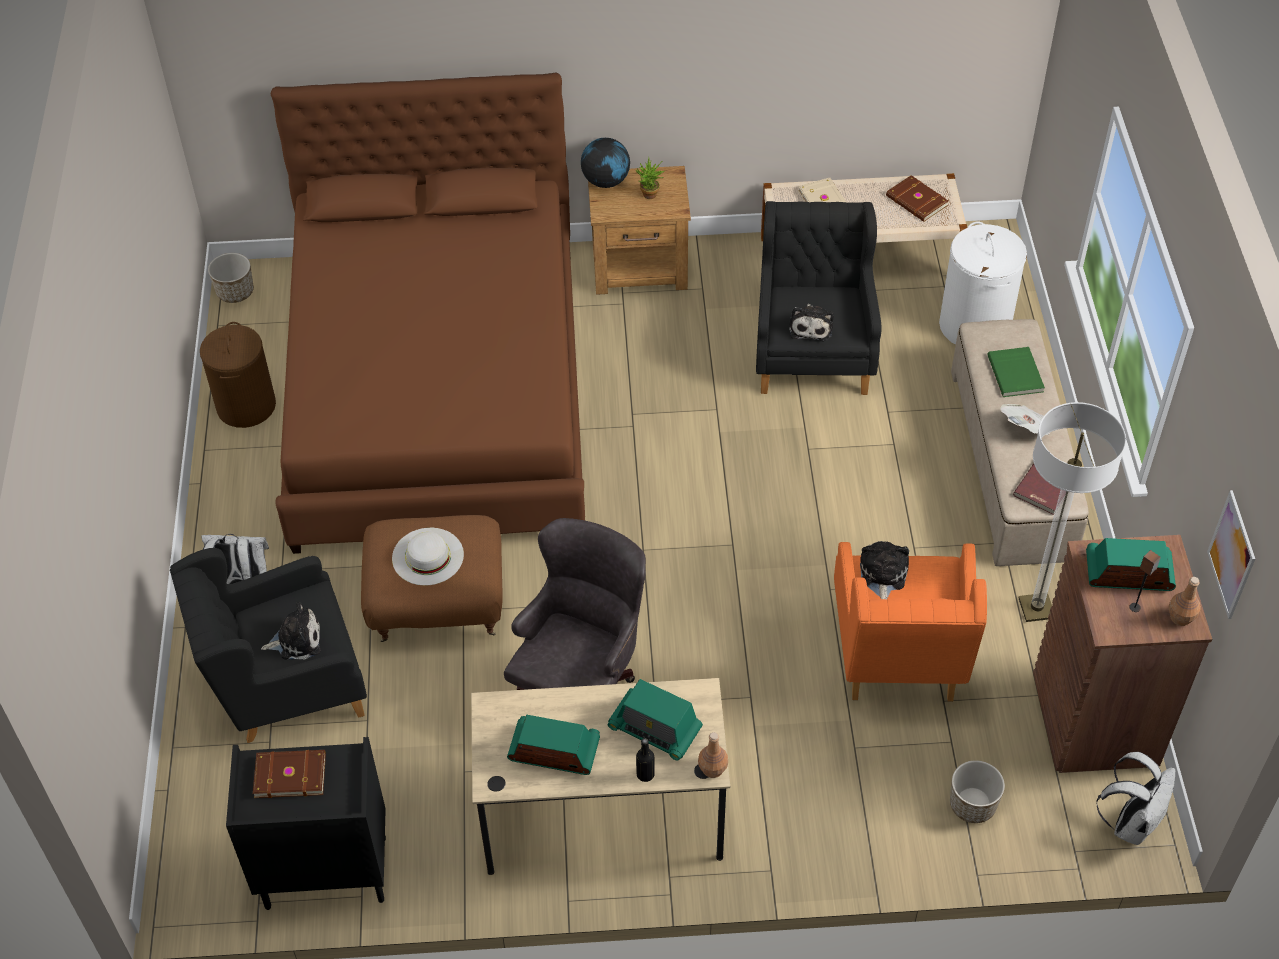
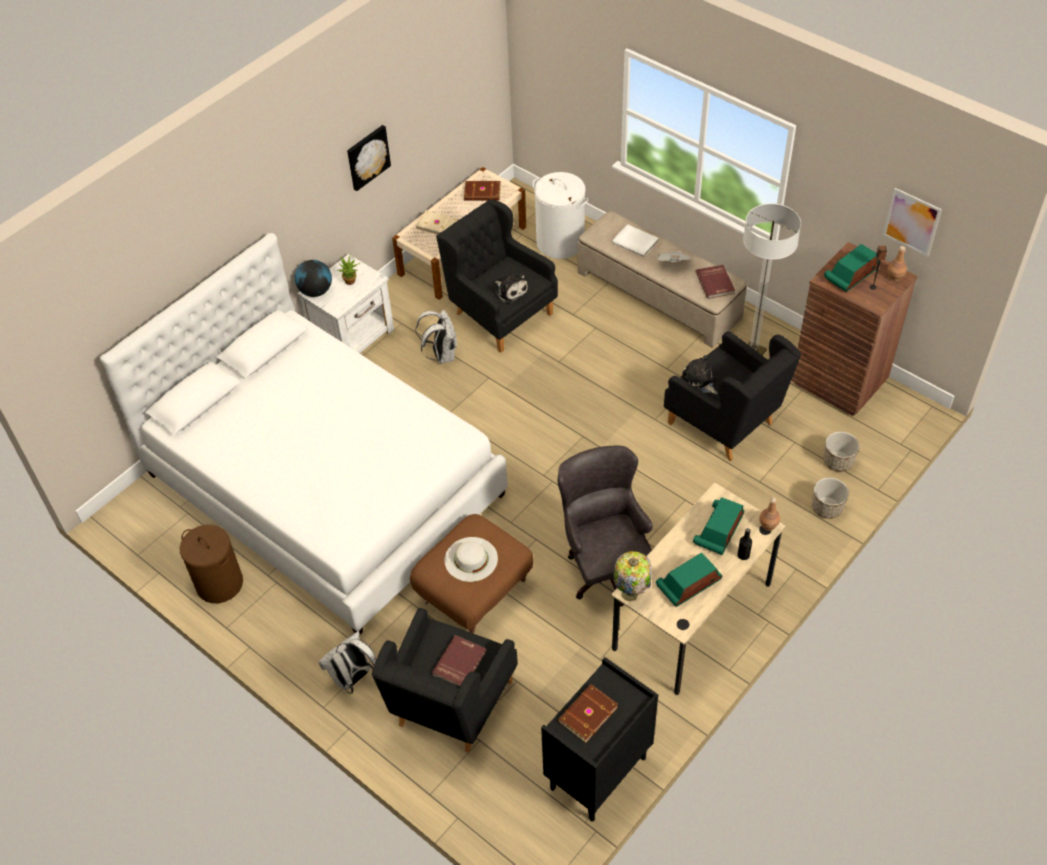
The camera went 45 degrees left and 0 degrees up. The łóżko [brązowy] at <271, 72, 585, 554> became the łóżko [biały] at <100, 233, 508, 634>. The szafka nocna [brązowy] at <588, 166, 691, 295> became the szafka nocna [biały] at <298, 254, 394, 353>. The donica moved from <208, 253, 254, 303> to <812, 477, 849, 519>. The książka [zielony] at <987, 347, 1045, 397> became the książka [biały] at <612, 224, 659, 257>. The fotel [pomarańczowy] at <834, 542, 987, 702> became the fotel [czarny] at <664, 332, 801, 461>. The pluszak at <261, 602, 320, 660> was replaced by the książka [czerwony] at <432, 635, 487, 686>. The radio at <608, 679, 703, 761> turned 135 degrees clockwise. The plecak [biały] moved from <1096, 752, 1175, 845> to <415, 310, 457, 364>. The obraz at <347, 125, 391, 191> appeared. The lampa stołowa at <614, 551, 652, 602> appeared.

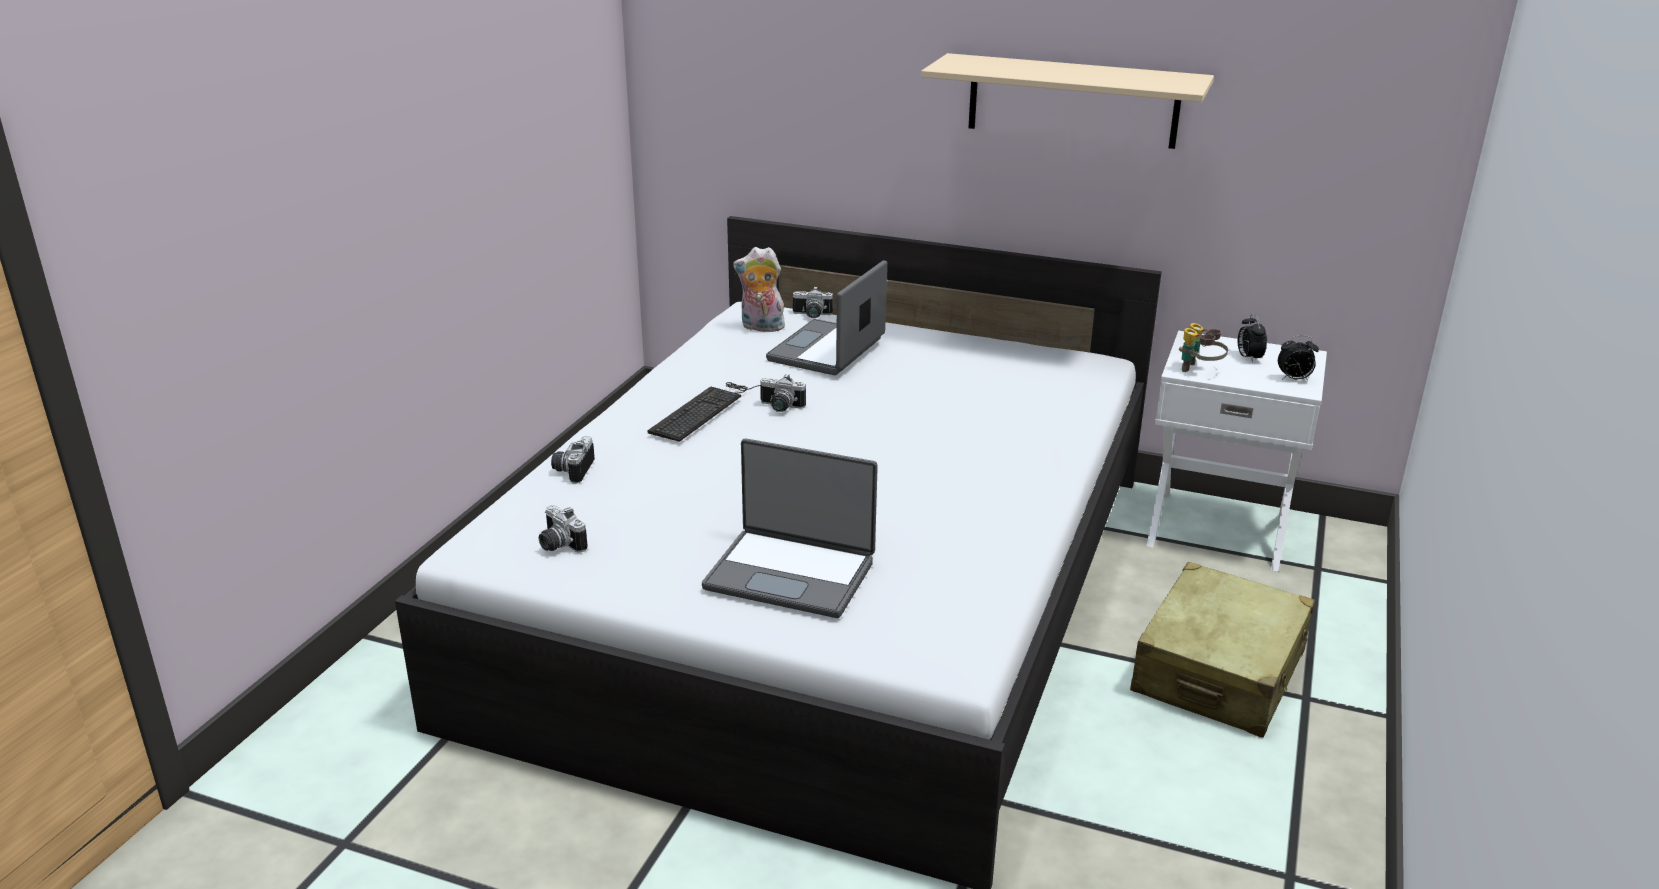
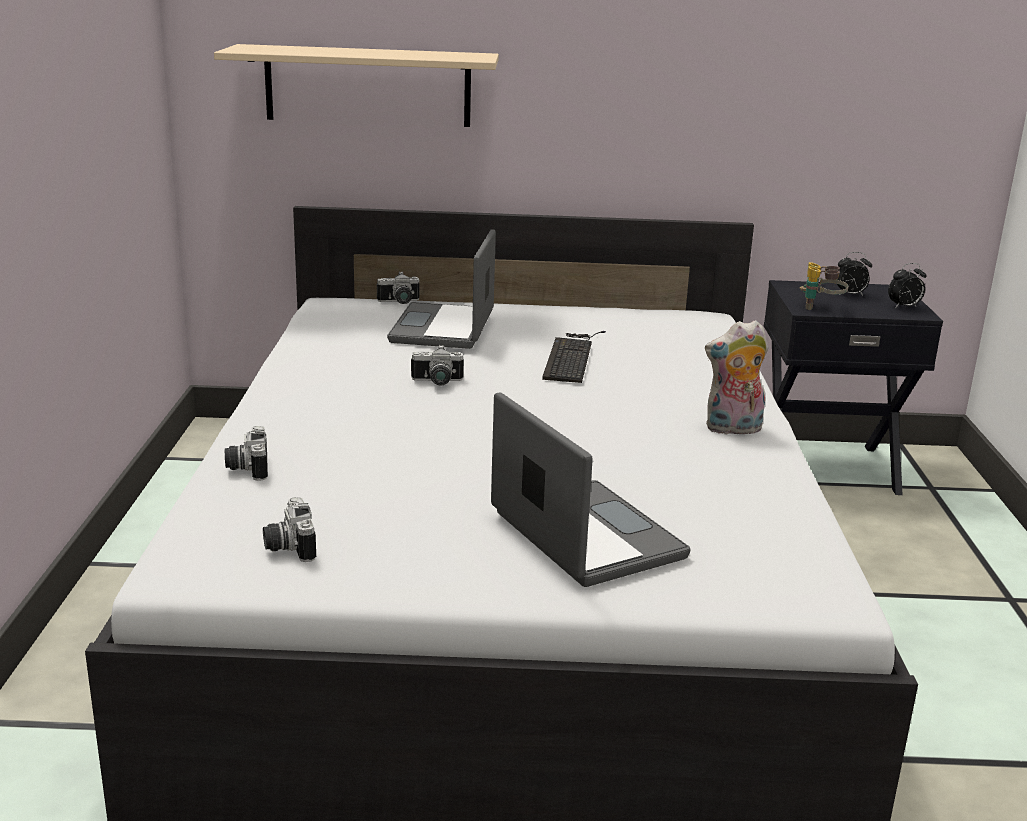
The camera went 20 degrees left and 5 degrees down. The półka [beżowy] moved from <921, 53, 1214, 149> to <214, 44, 499, 127>. The pluszak moved from <733, 247, 787, 332> to <705, 320, 768, 435>. The budzik at <1238, 313, 1267, 363> turned 60 degrees counterclockwise. The szafka nocna [biały] at <1147, 331, 1327, 572> became the szafka nocna [czarny] at <764, 280, 943, 495>. The klawiatura moved from <648, 382, 760, 442> to <542, 331, 606, 383>. The laptop at <702, 438, 878, 618> turned 120 degrees counterclockwise. The aparat fotograficzny at <539, 505, 588, 553> turned 45 degrees clockwise. The walizka [beżowy] at <1130, 562, 1315, 738> disappeared.

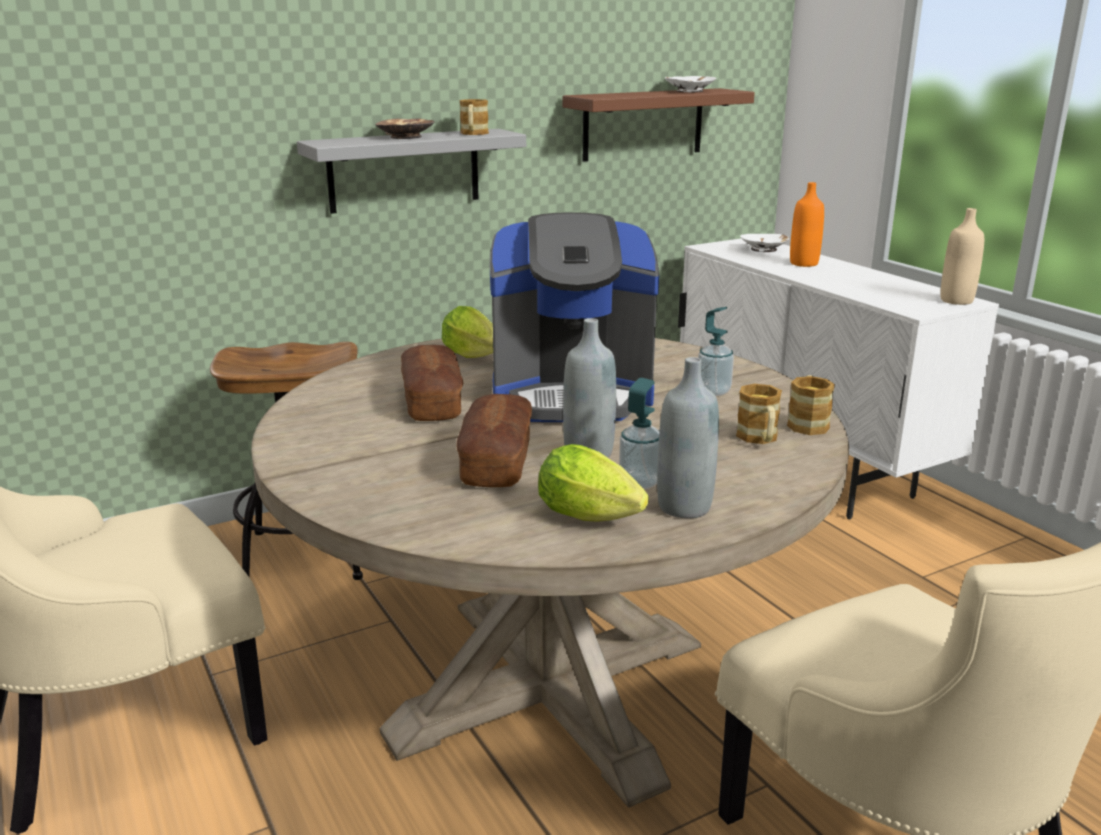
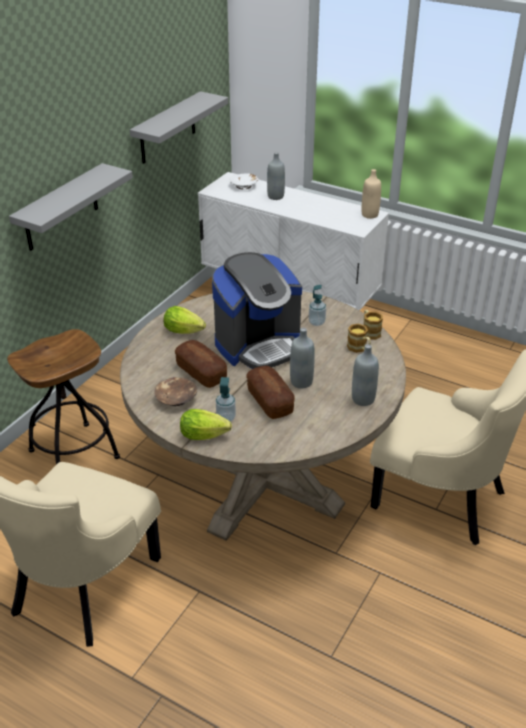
The camera went 30 degrees left and 15 degrees up. The miska [biały] at <665, 76, 716, 92> disappeared. The półka [brązowy] at <562, 88, 755, 162> became the półka [szary] at <130, 91, 228, 164>. The kubek at <459, 99, 489, 135> disappeared. The miska [brązowy] moved from <375, 119, 435, 139> to <154, 377, 197, 406>. The butelka [pomarańczowy] at <790, 182, 824, 267> became the butelka [szary] at <267, 152, 285, 200>. The dozownik mydła moved from <619, 378, 659, 489> to <216, 377, 236, 422>. The sałata moved from <538, 444, 649, 522> to <180, 409, 232, 440>.

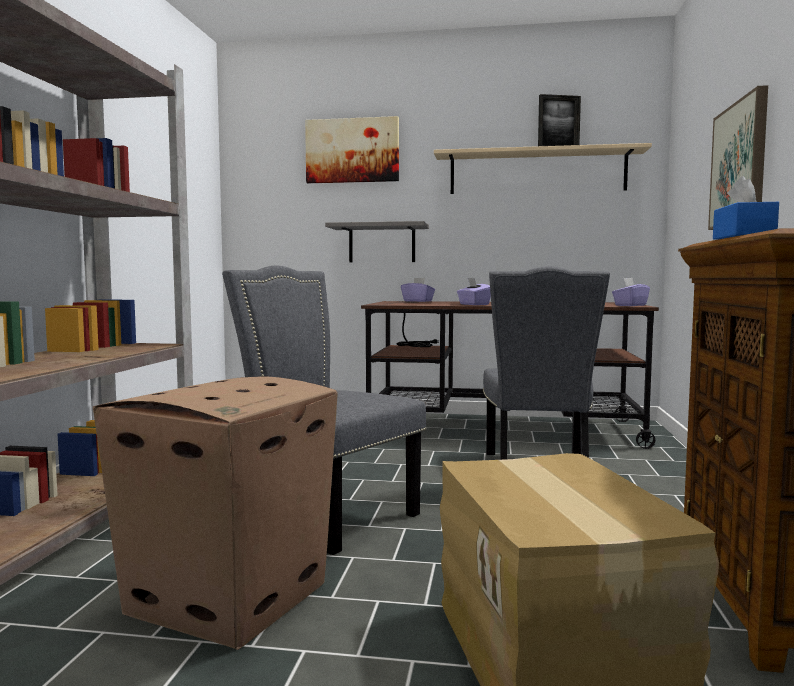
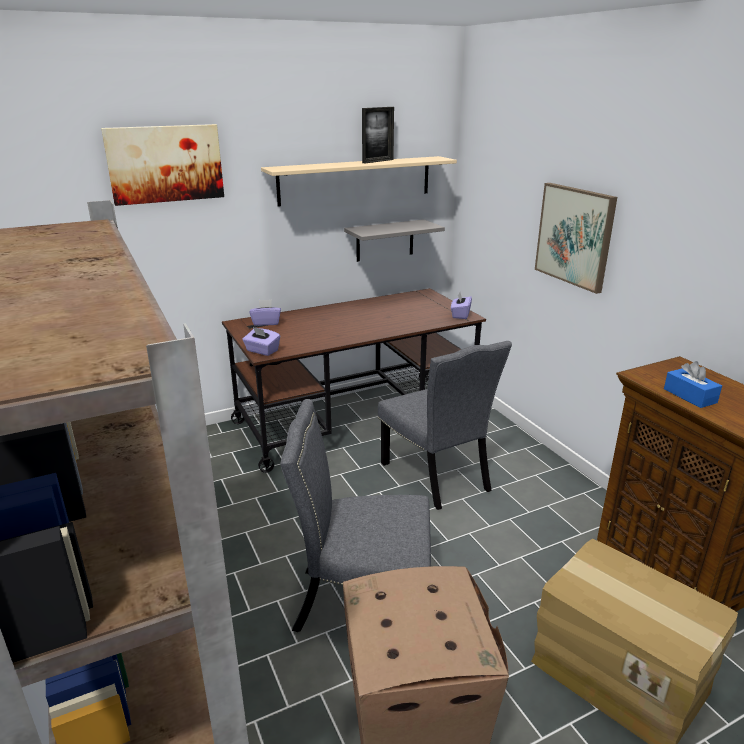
The camera went 35 degrees left and 20 degrees up. The półka [szary] moved from <325, 221, 429, 262> to <344, 219, 445, 262>. The pudełko chusteczek [fioletowy] moved from <457, 278, 491, 305> to <242, 327, 280, 356>.

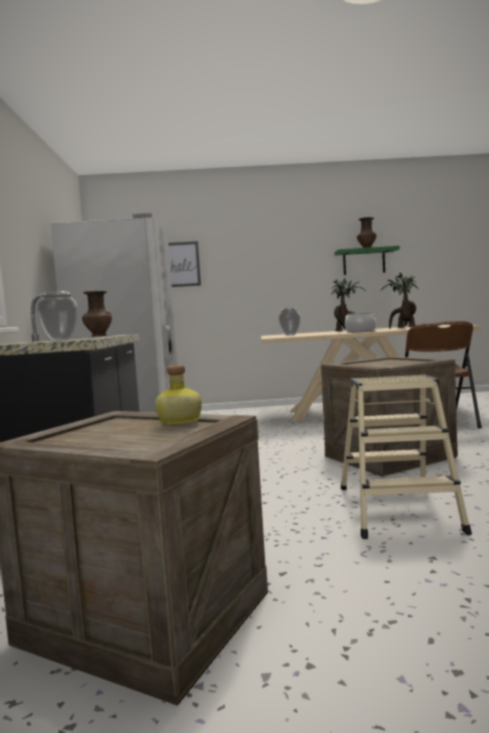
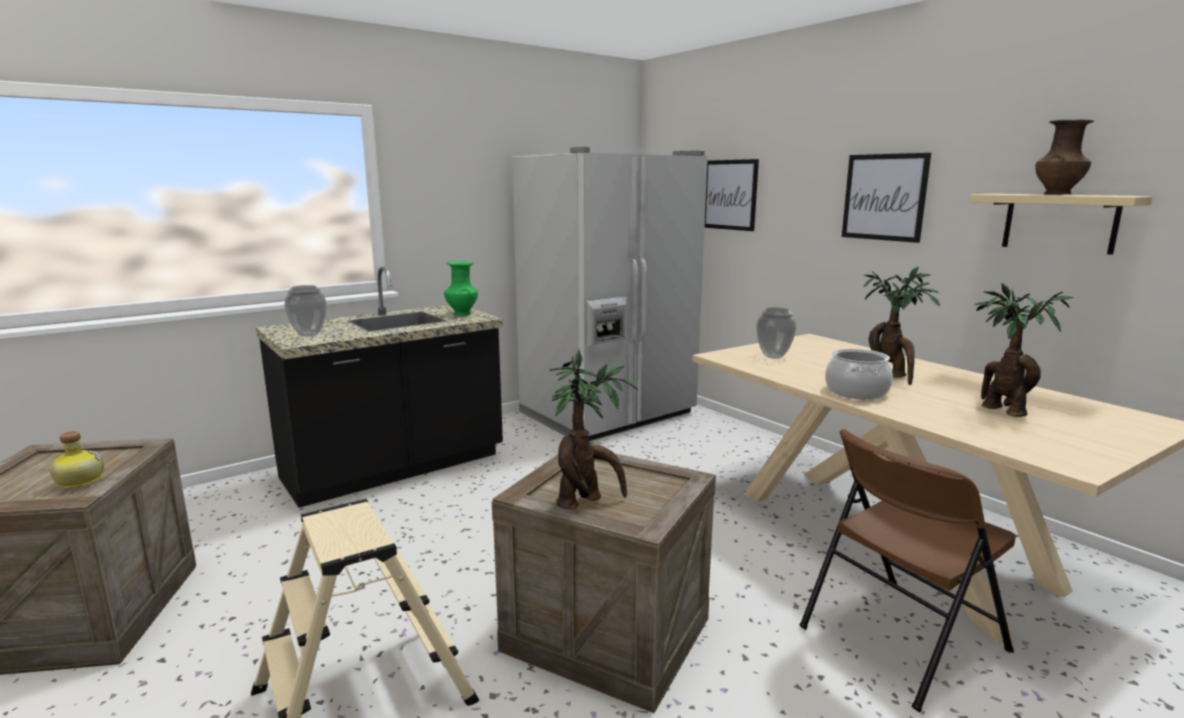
The camera went 55 degrees right and 10 degrees up. The półka [zielony] at <334, 246, 400, 275> became the półka [beżowy] at <969, 194, 1152, 255>. The wazon [brązowy] at <82, 291, 112, 337> became the wazon [zielony] at <444, 261, 478, 316>. The obraz at <842, 153, 931, 243> appeared. The roślina doniczkowa at <549, 348, 638, 509> appeared.

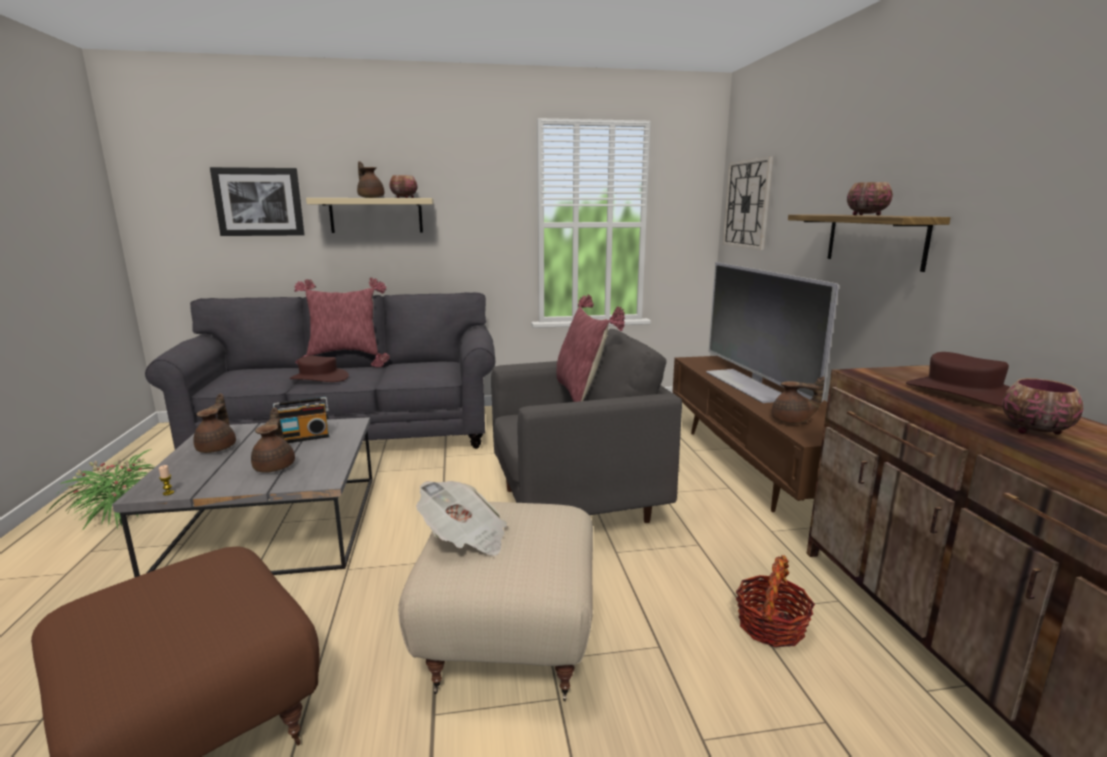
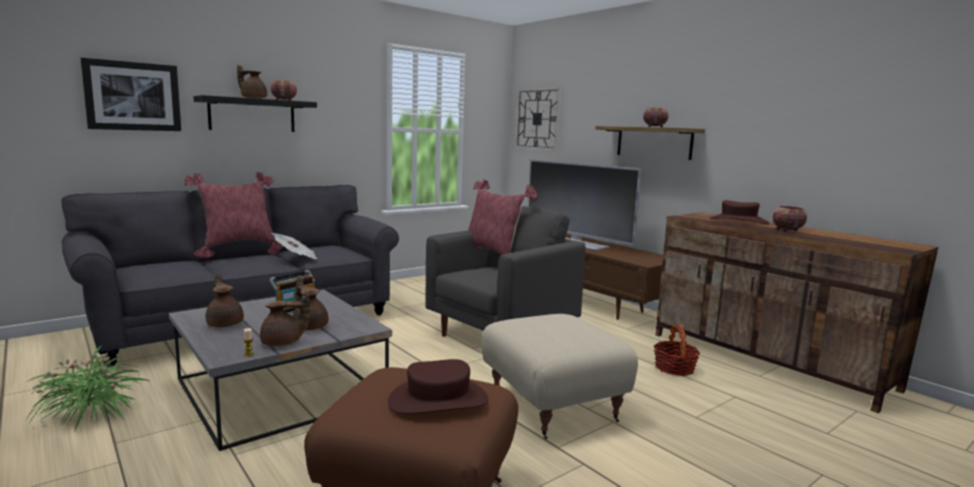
The camera went 30 degrees left and 5 degrees down. The półka [beżowy] at <306, 198, 434, 233> became the półka [czarny] at <193, 95, 317, 132>. The kapelusz [brązowy] moved from <290, 356, 349, 382> to <388, 359, 488, 414>. The imbryk [brązowy] moved from <772, 376, 825, 424> to <260, 293, 310, 346>. The gazeta moved from <416, 481, 507, 556> to <272, 233, 317, 259>.

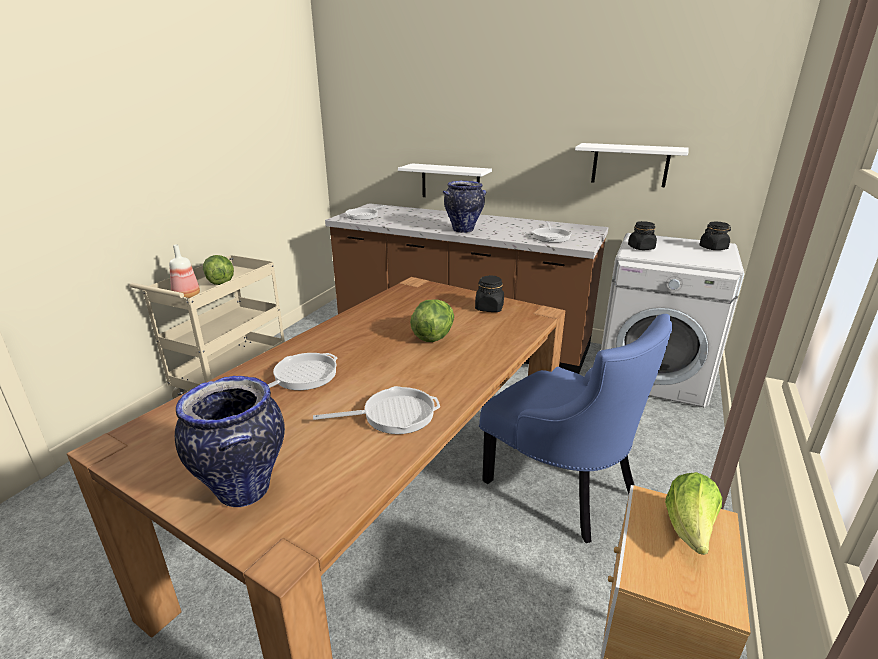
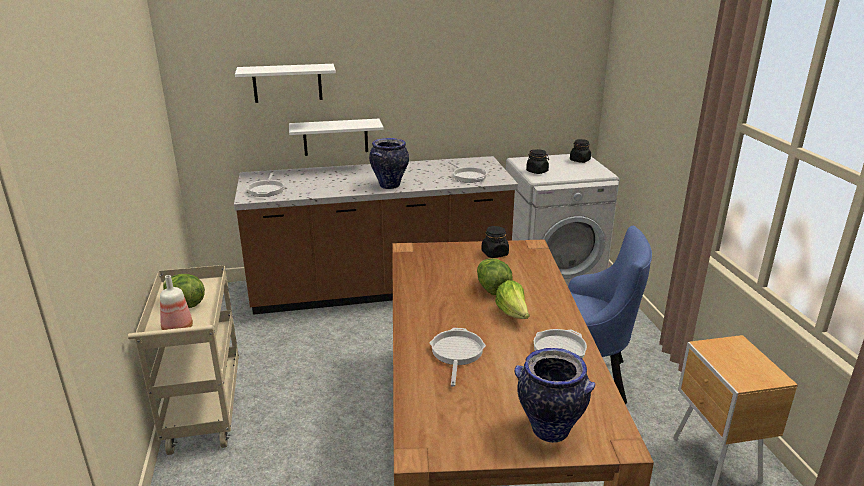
The camera went 35 degrees left and 0 degrees up. The półka [biały] moved from <575, 143, 689, 187> to <235, 64, 336, 103>. The sałata moved from <665, 472, 722, 555> to <495, 280, 529, 319>.

